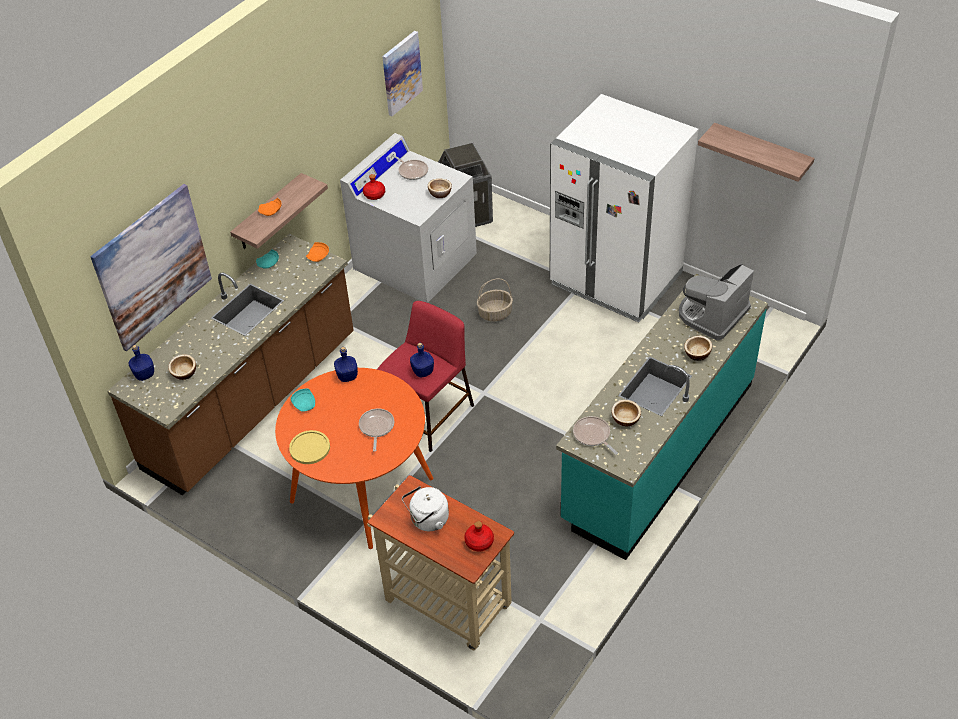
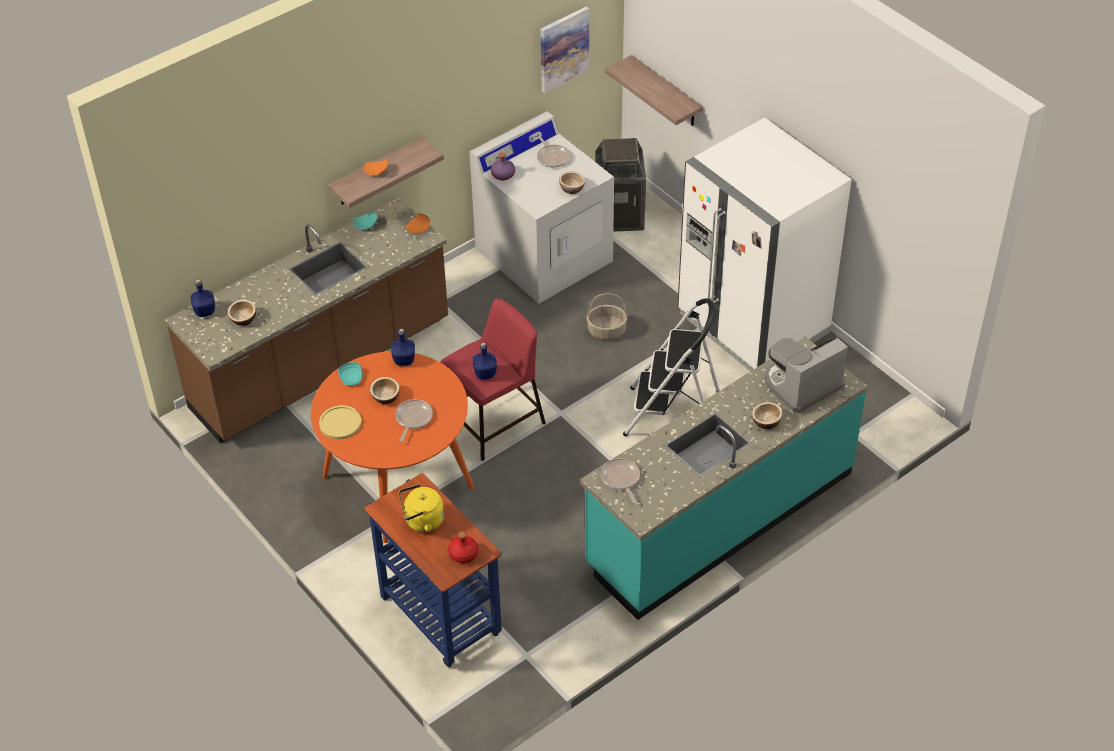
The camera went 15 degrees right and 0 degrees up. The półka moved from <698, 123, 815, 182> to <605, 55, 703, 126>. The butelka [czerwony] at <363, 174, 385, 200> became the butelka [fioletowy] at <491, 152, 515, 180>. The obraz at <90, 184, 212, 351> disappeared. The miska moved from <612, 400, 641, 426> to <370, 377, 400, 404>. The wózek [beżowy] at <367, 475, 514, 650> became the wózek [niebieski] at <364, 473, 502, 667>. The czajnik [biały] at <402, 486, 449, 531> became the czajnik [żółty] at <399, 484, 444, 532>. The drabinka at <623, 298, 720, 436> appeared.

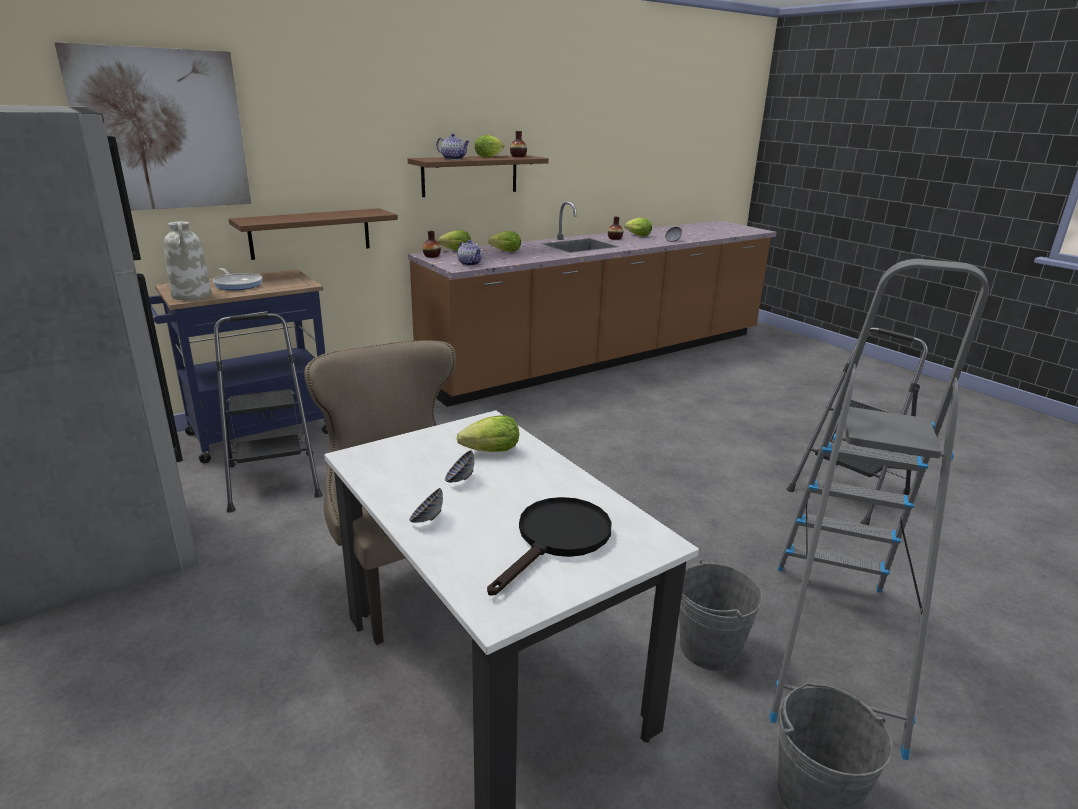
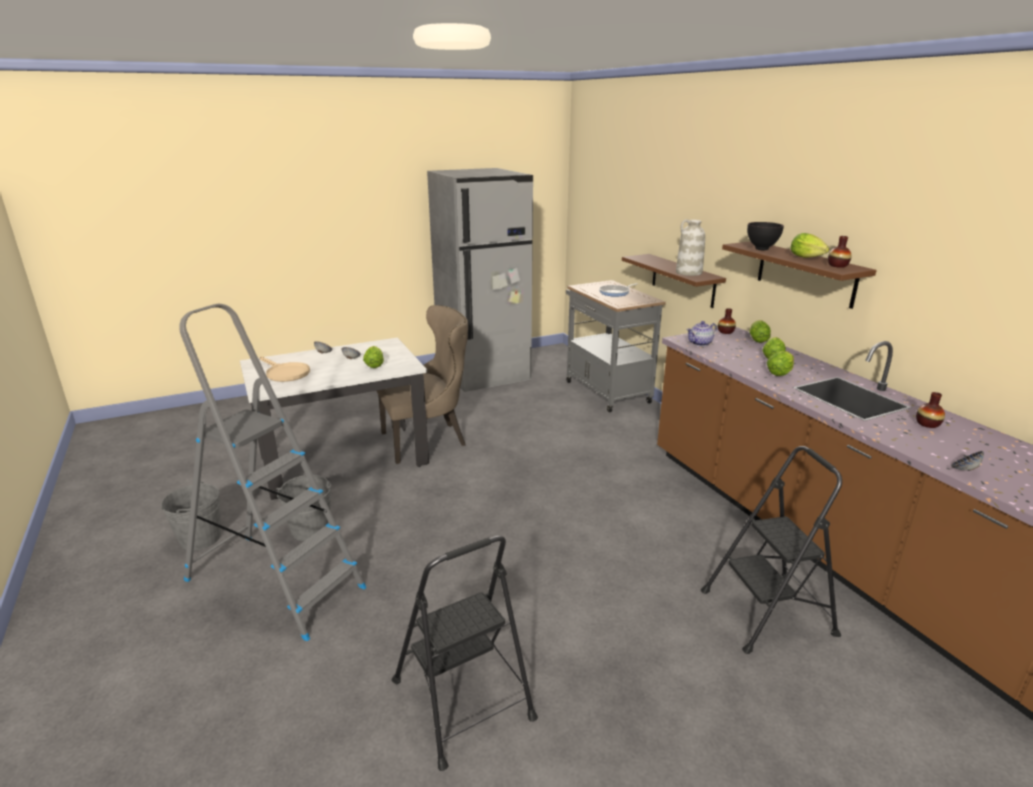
The camera went 100 degrees right and 0 degrees up. The obraz at <54, 42, 251, 211> disappeared. The imbryk at <436, 134, 470, 160> was replaced by the miska [czarny] at <747, 222, 784, 250>. The sałata moved from <624, 218, 652, 236> to <767, 351, 794, 376>. The wazon [biały] moved from <164, 221, 211, 301> to <676, 219, 705, 276>. The wózek [niebieski] at <149, 269, 328, 463> became the wózek [szary] at <566, 280, 666, 412>. The drabinka [czarny] moved from <214, 313, 323, 513> to <701, 446, 842, 654>. The patelnia [czarny] at <487, 497, 611, 596> became the patelnia [beżowy] at <259, 356, 310, 382>.

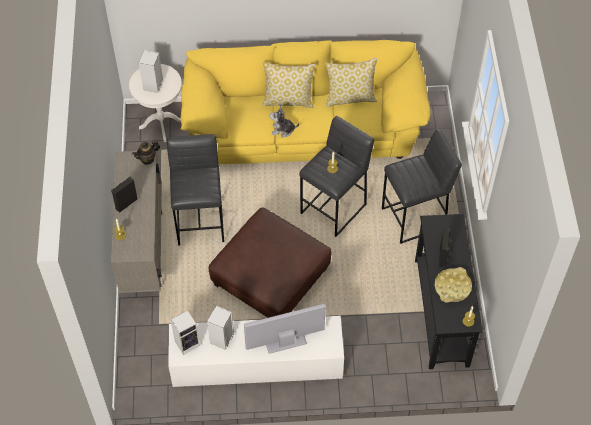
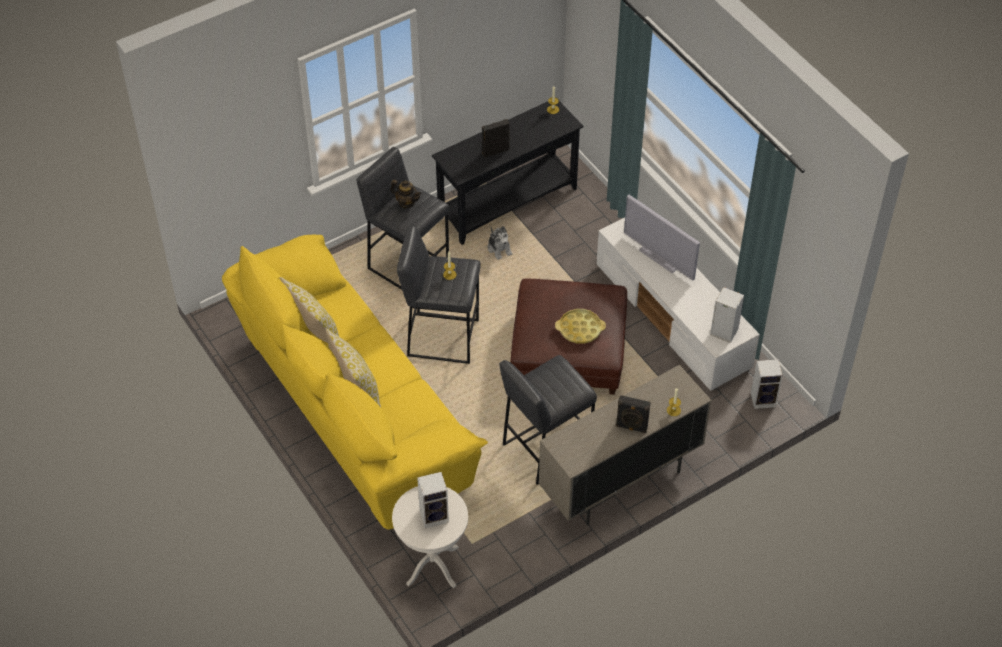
The camera went 120 degrees left and 5 degrees down. The pluszak moved from <269, 106, 299, 138> to <488, 226, 512, 260>. The imbryk moved from <132, 140, 160, 165> to <390, 180, 421, 208>. The taca [żółty] moved from <434, 267, 472, 303> to <555, 309, 606, 344>. The głośnik moved from <207, 306, 234, 350> to <751, 359, 783, 409>.

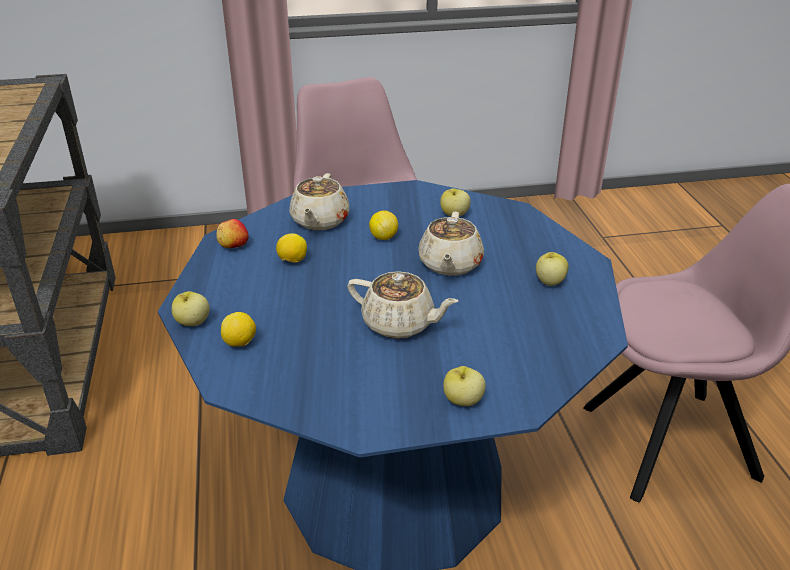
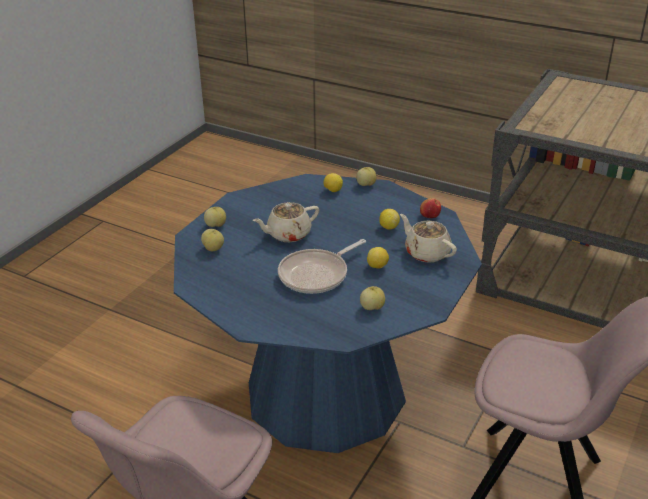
The camera went 130 degrees right and 0 degrees up. The imbryk [beżowy] at <418, 212, 484, 276> was replaced by the patelnia at <278, 239, 366, 294>. The jabłko moved from <536, 252, 568, 286> to <201, 229, 224, 251>.

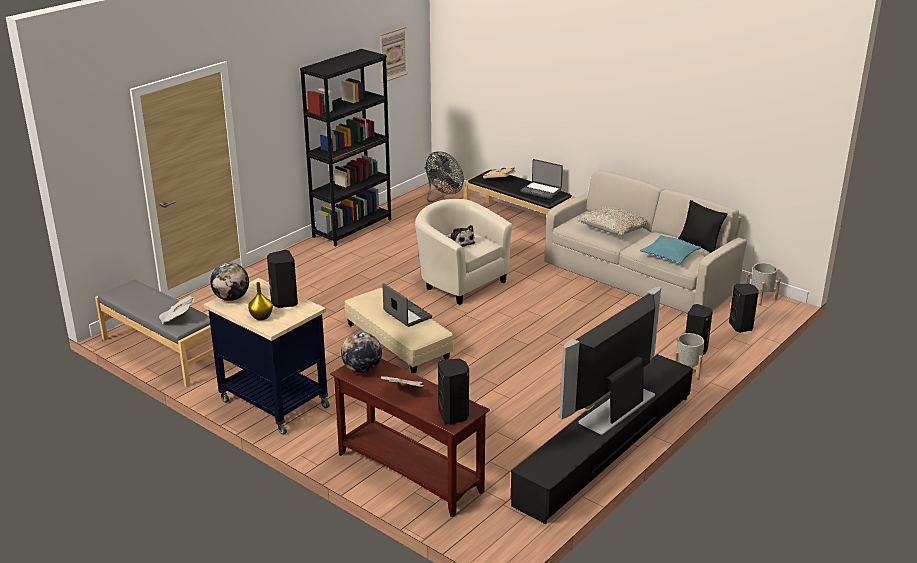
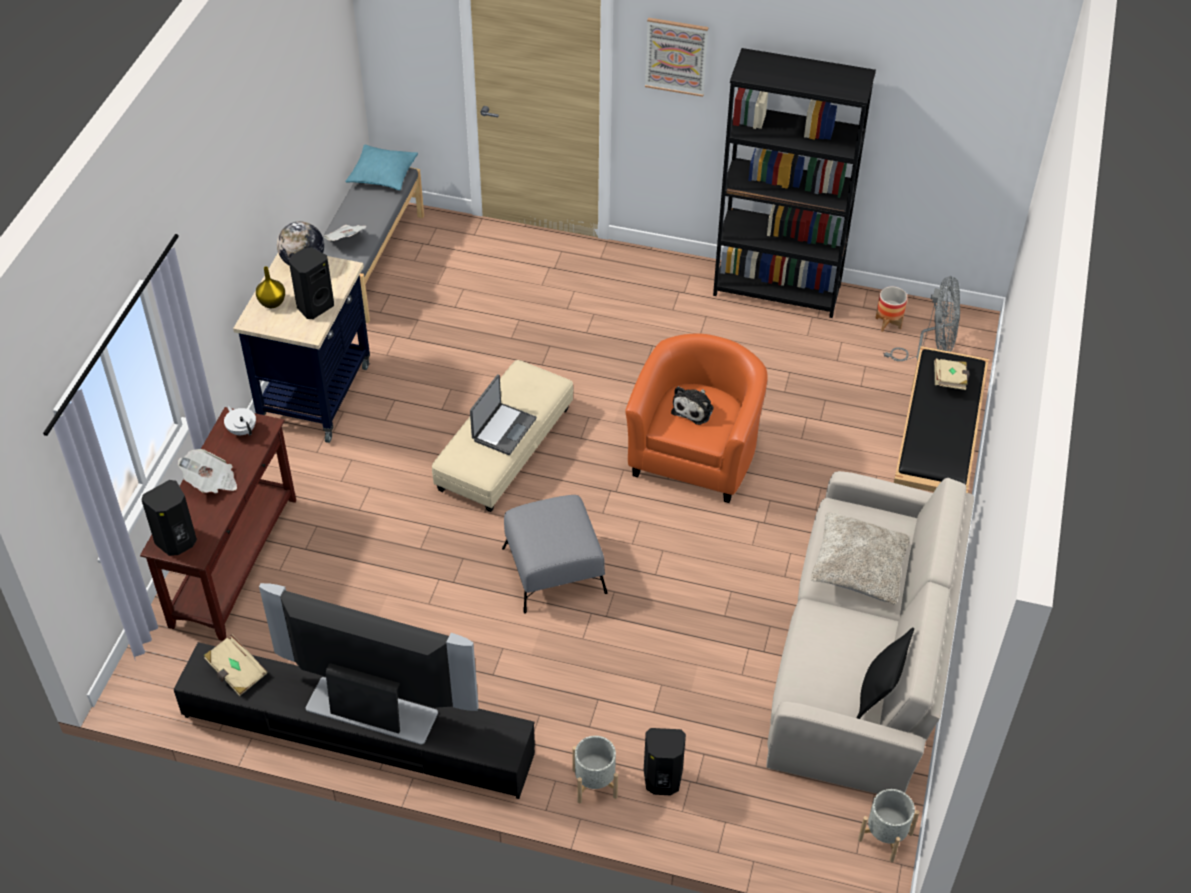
The camera went 65 degrees right and 20 degrees up. The obraz moved from <379, 27, 408, 83> to <645, 18, 708, 97>. The laptop at <520, 159, 563, 199> disappeared. The fotel [beżowy] at <415, 199, 512, 305> became the fotel [pomarańczowy] at <625, 334, 768, 503>. The poduszka [turkusowy] moved from <640, 235, 701, 264> to <346, 145, 418, 190>. The głośnik [czarny] at <729, 284, 759, 333> disappeared. The globus at <341, 332, 382, 373> was replaced by the imbryk [biały] at <224, 405, 256, 436>. The donica at <875, 287, 907, 332> appeared. The pufa [szary] at <502, 495, 608, 614> appeared. The książka [beżowy] at <204, 634, 267, 696> appeared.

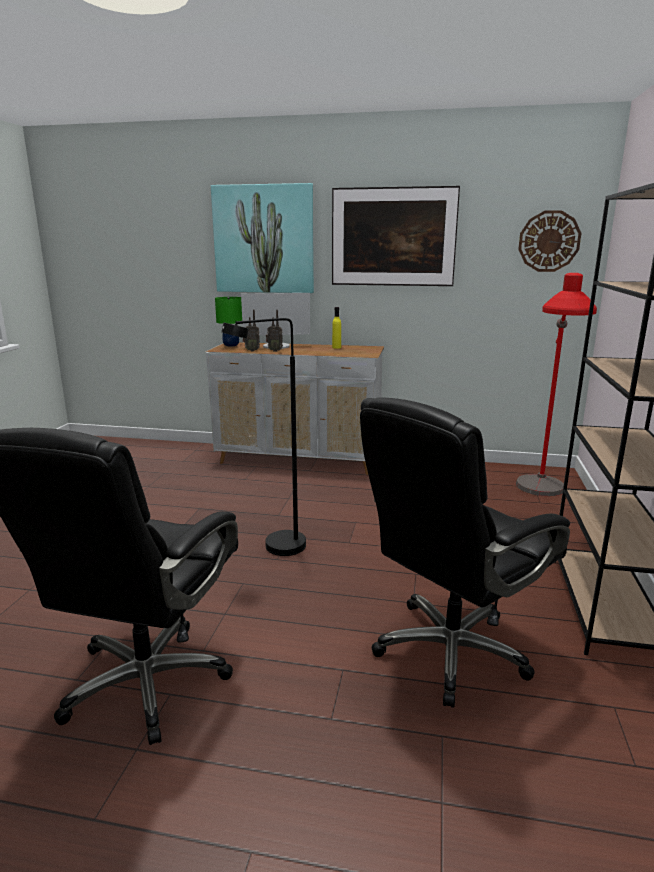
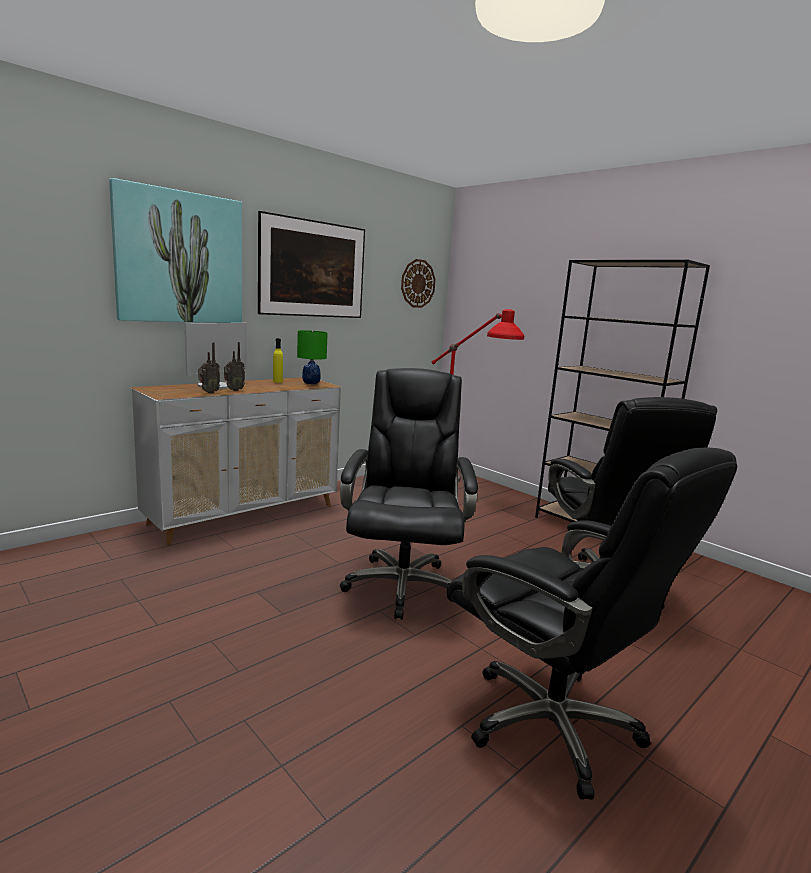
The camera went 55 degrees left and 5 degrees down. The lampa stołowa [zielony] moved from <215, 297, 242, 347> to <297, 330, 328, 384>. The lampa stojąca [czarny] at <221, 318, 306, 556> was replaced by the krzesło biurowe [czarny] at <340, 368, 478, 620>.

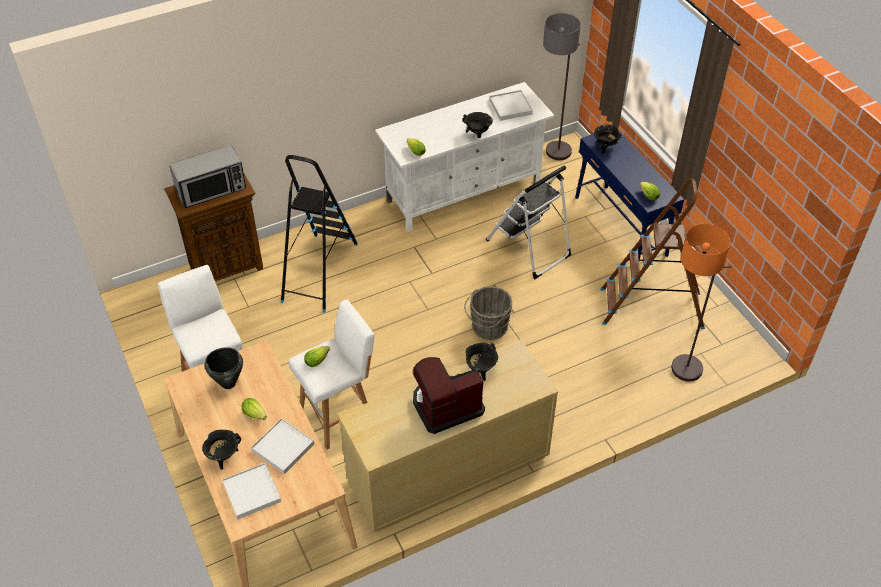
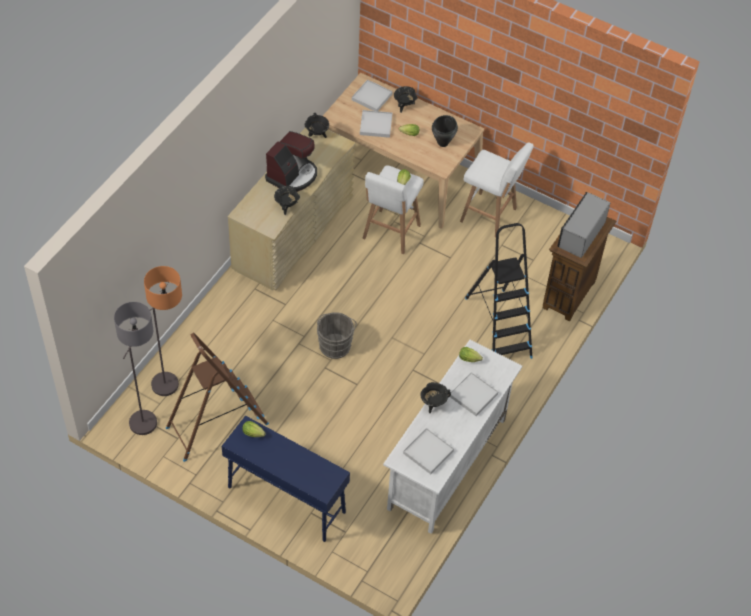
The camera went 145 degrees right and 5 degrees up. The lampa stojąca [szary] moved from <543, 13, 581, 160> to <114, 302, 157, 435>. The garnek [czarny] moved from <594, 125, 622, 155> to <305, 112, 329, 138>. The drabinka at <486, 166, 571, 279> disappeared. The taca [biały] at <450, 372, 498, 416> appeared.

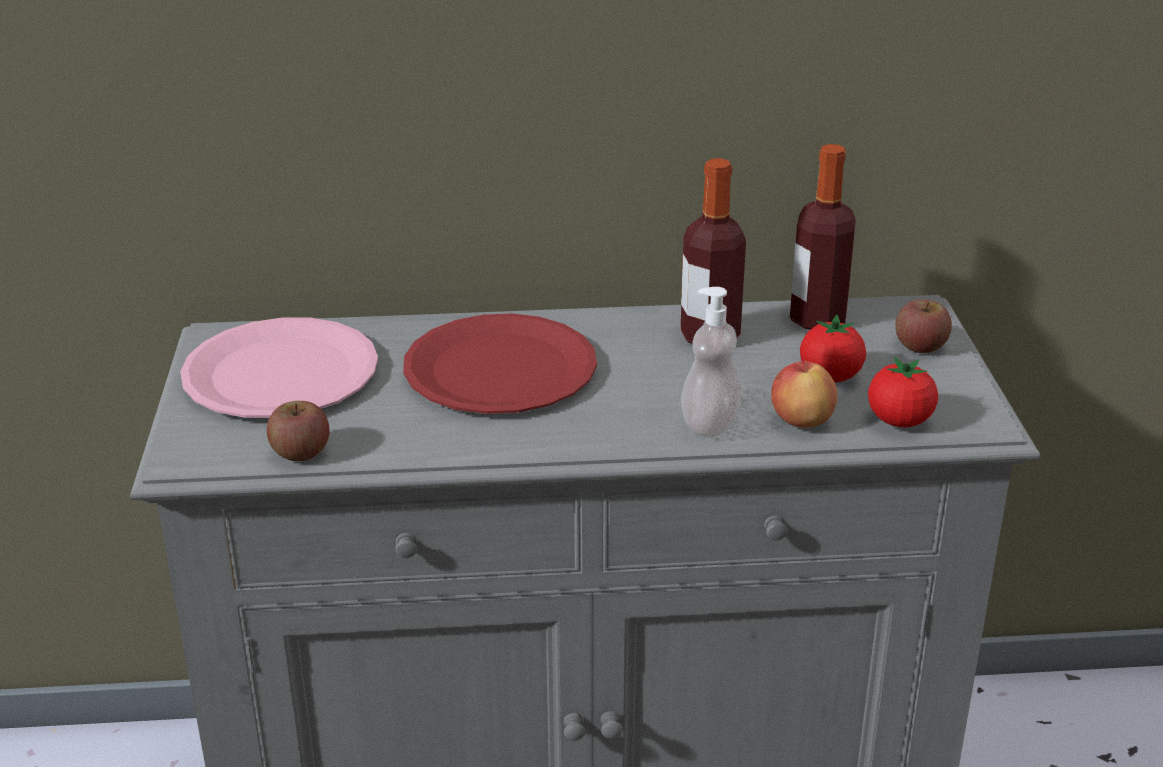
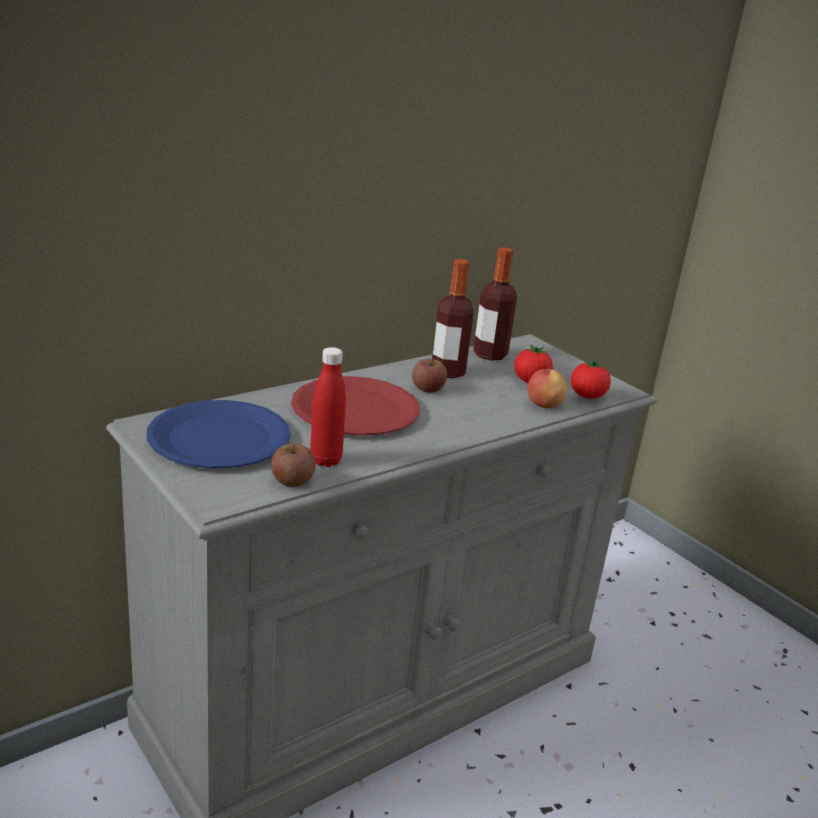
The camera went 35 degrees left and 5 degrees down. The dozownik mydła at <681, 287, 743, 437> disappeared. The jabłko moved from <895, 299, 952, 353> to <412, 359, 447, 393>. The talerz [różowy] at <180, 318, 378, 418> became the talerz [niebieski] at <147, 400, 291, 469>. The butelka [czerwony] at <310, 347, 346, 467> appeared.

